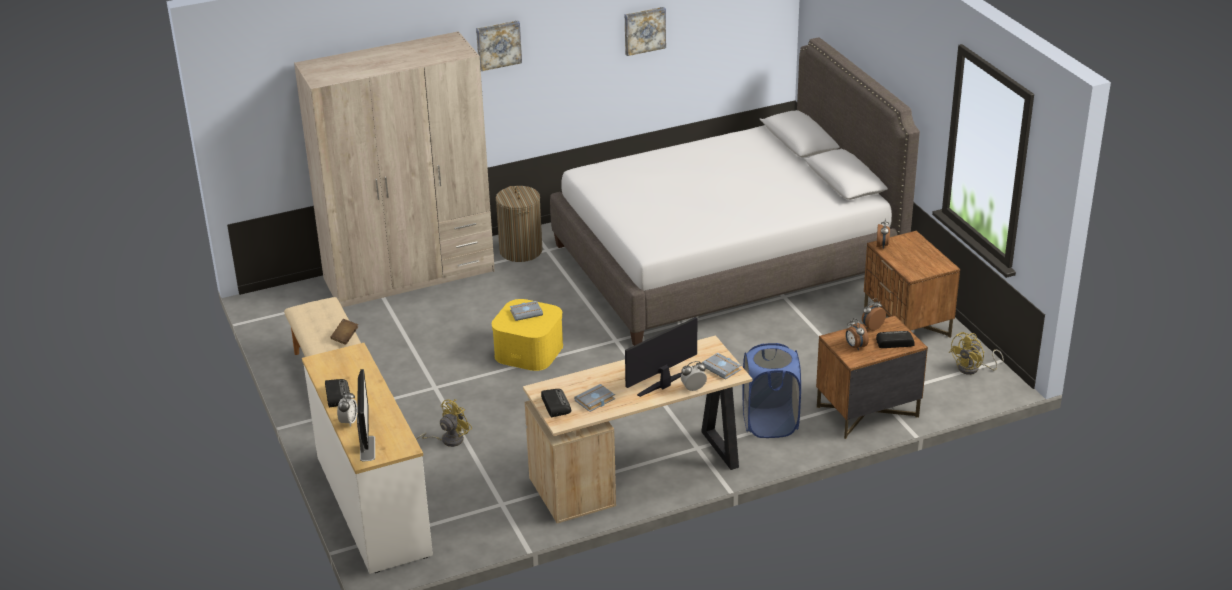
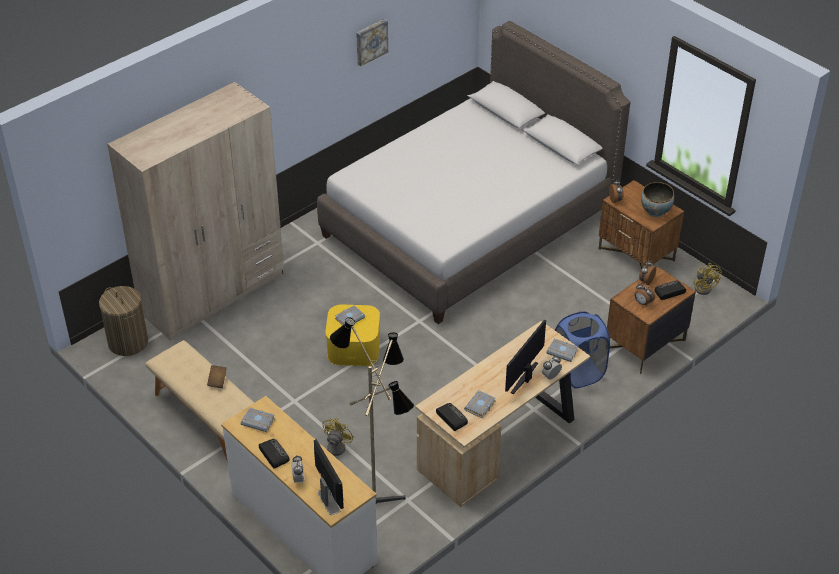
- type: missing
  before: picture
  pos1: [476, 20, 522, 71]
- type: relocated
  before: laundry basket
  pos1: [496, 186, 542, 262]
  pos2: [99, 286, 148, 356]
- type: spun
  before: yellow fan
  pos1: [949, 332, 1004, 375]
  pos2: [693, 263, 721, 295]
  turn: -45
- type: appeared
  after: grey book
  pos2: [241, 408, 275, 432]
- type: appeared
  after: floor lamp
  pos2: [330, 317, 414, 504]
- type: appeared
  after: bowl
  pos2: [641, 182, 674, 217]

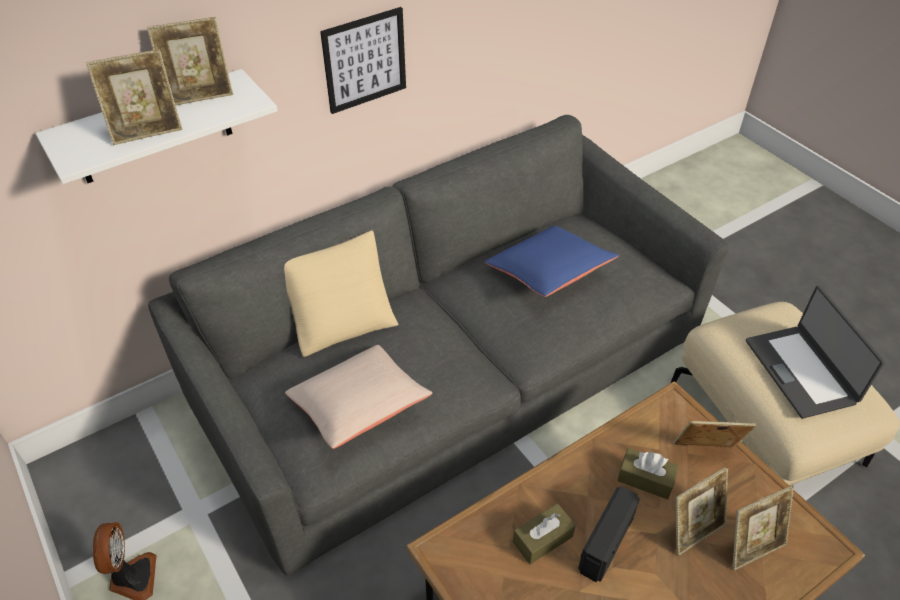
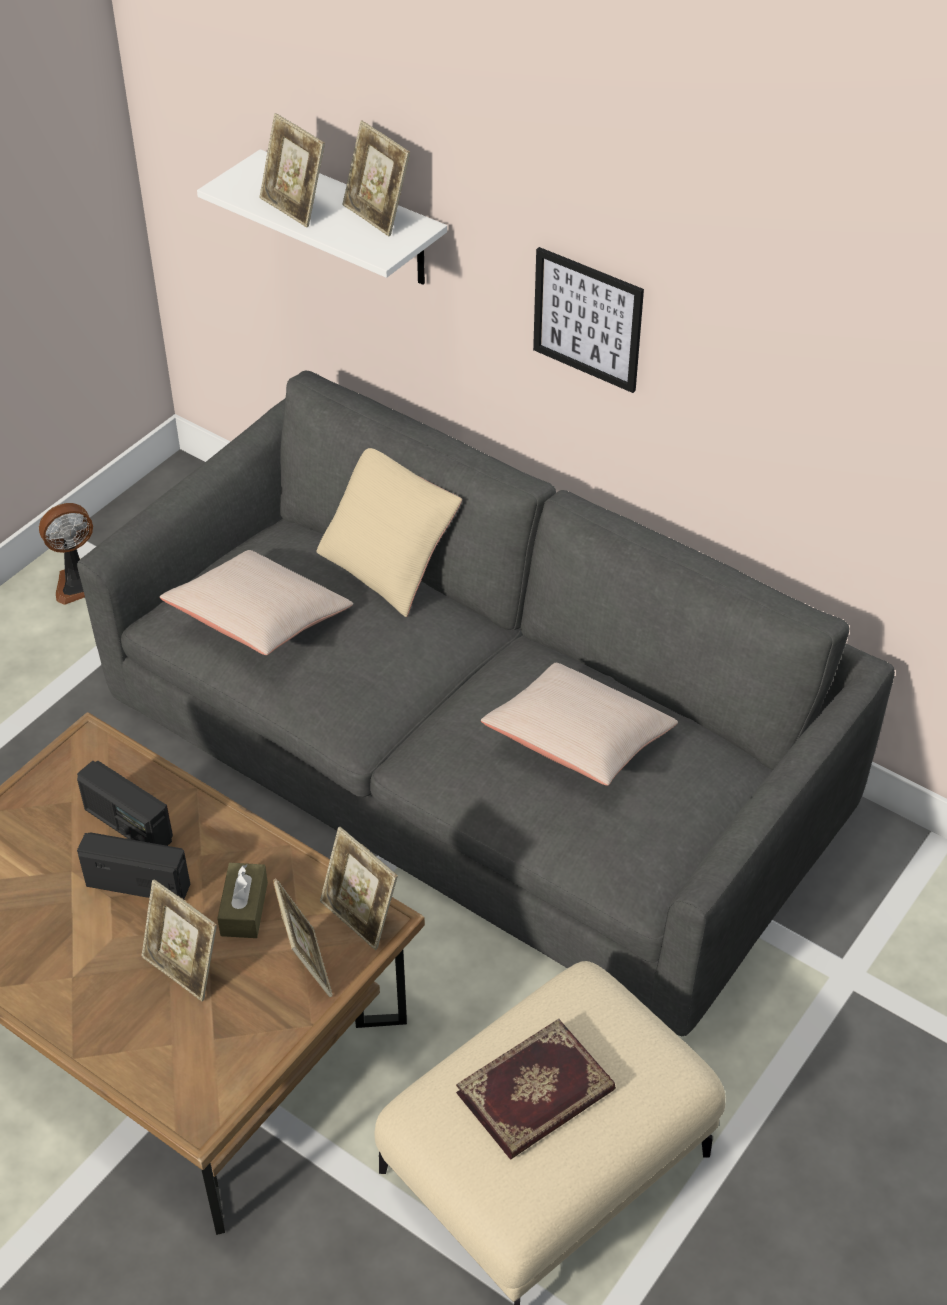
- type: colour
  before: blue pillow
  after: beige pillow
  pos1: [485, 226, 619, 297]
  pos2: [481, 663, 678, 786]
- type: exchanged
  before: brown tissue box
  after: radio
  pos1: [513, 503, 576, 564]
  pos2: [77, 761, 173, 846]
- type: relocated
  before: picture frame
  pos1: [732, 485, 794, 571]
  pos2: [320, 827, 398, 950]
- type: exchanged
  before: laptop
  after: book
  pos1: [746, 286, 885, 419]
  pos2: [456, 1019, 616, 1160]

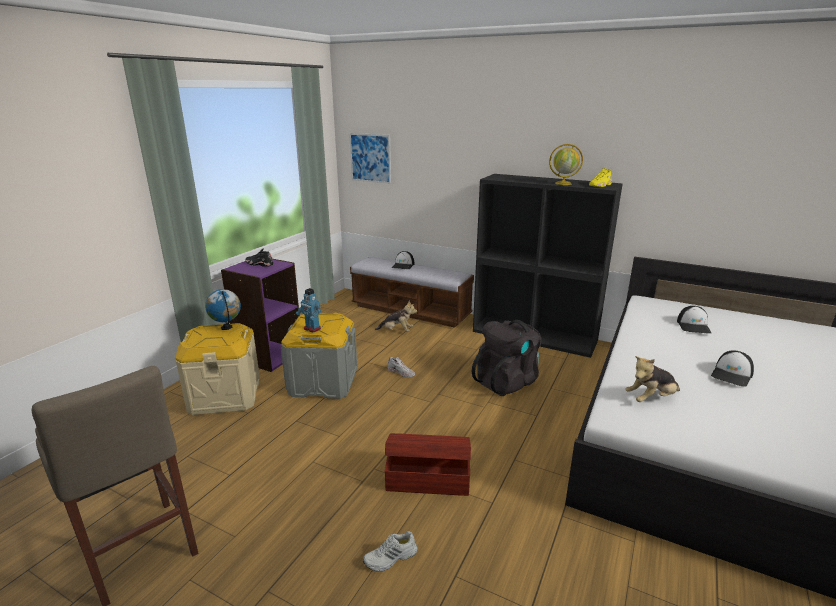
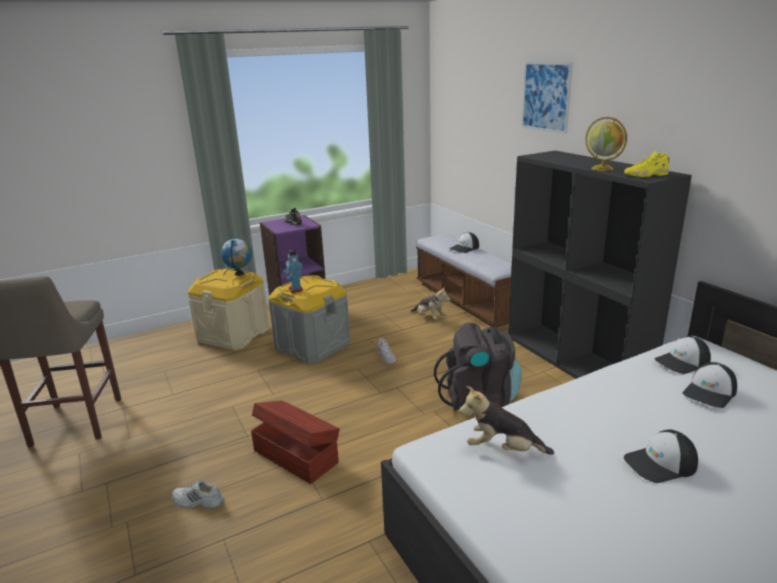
- type: relocated
  before: picture
  pos1: [349, 133, 391, 184]
  pos2: [521, 62, 573, 134]
- type: appeared
  after: cap
  pos2: [655, 336, 711, 374]

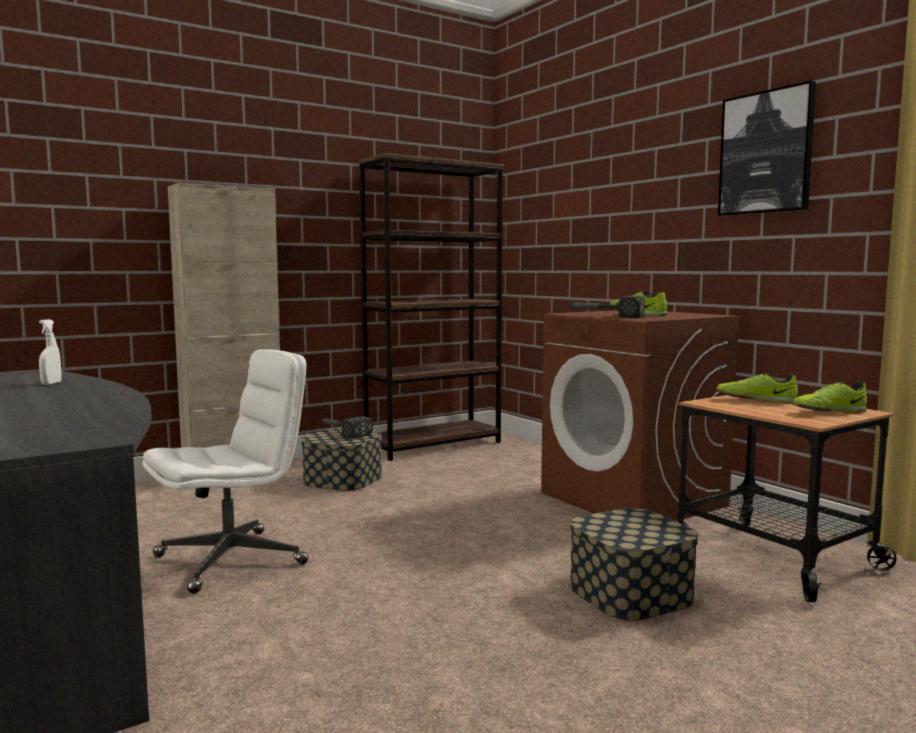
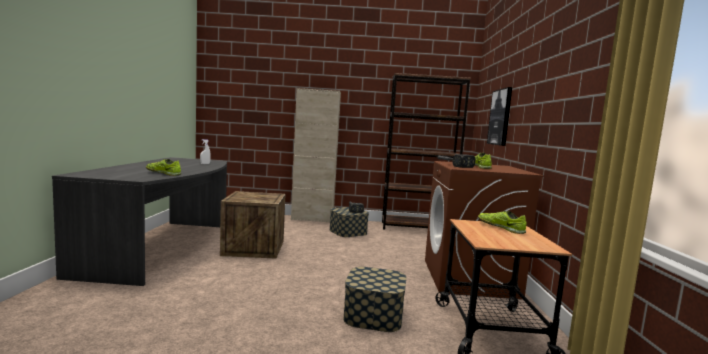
- type: exchanged
  before: white office chair
  after: crate
  pos1: [142, 349, 309, 594]
  pos2: [220, 191, 286, 259]
- type: relocated
  before: picture
  pos1: [718, 81, 816, 216]
  pos2: [487, 87, 512, 146]
- type: relocated
  before: shoe
  pos1: [792, 381, 867, 413]
  pos2: [146, 159, 181, 176]

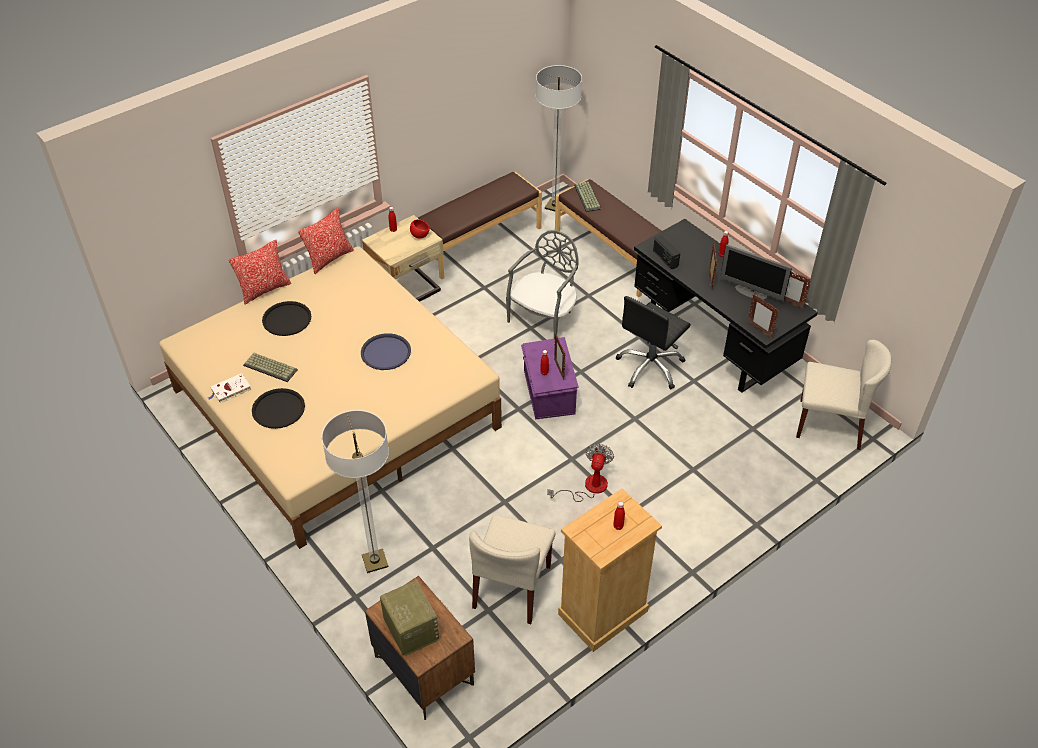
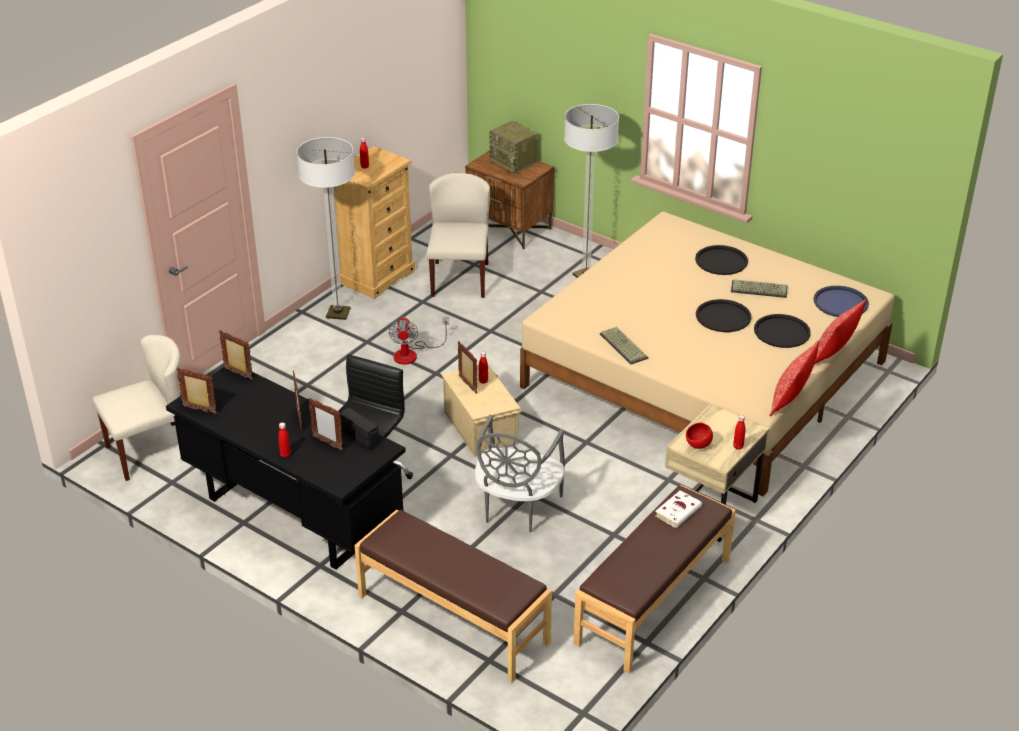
- type: relocated
  before: white book
  pos1: [208, 373, 251, 403]
  pos2: [655, 490, 702, 528]
- type: relocated
  before: blue tray
  pos1: [361, 333, 411, 370]
  pos2: [813, 286, 869, 317]
- type: colour
  before: purple storage box
  after: beige storage box
  pos1: [521, 337, 579, 420]
  pos2: [441, 365, 523, 457]
- type: relocated
  before: floor lamp
  pos1: [536, 65, 582, 211]
  pos2: [297, 137, 355, 320]
- type: relocated
  before: keyboard
  pos1: [574, 182, 601, 212]
  pos2: [600, 327, 648, 365]
- type: missing
  before: monitor
  pos1: [720, 244, 792, 301]
- type: spun
  before: beige chair
  pos1: [796, 340, 892, 450]
  pos2: [92, 335, 180, 481]
  turn: 150
- type: appeared
  after: picture frame
  pos2: [308, 398, 343, 451]
- type: appeared
  after: black tray
  pos2: [696, 299, 751, 332]

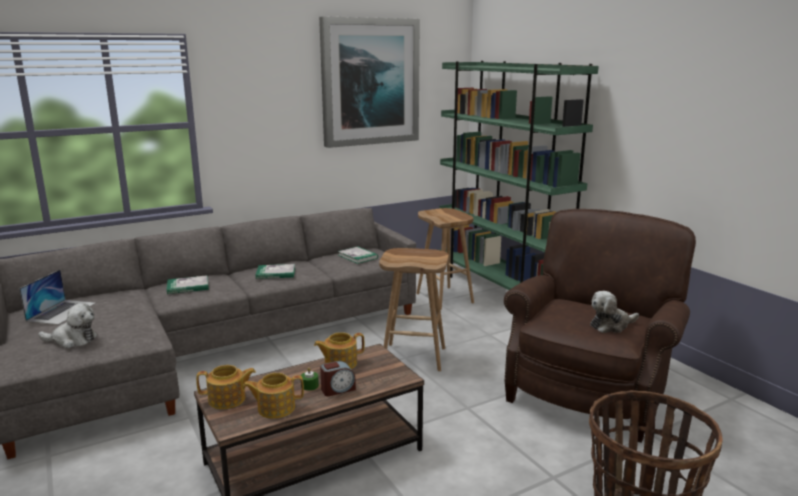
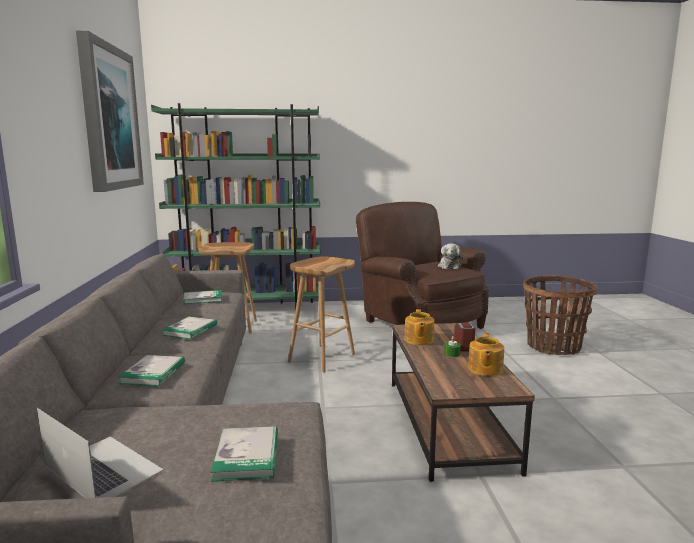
- type: exchanged
  before: plush toy
  after: book
  pos1: [38, 303, 97, 348]
  pos2: [211, 426, 278, 482]
- type: missing
  before: teapot
  pos1: [196, 365, 256, 409]

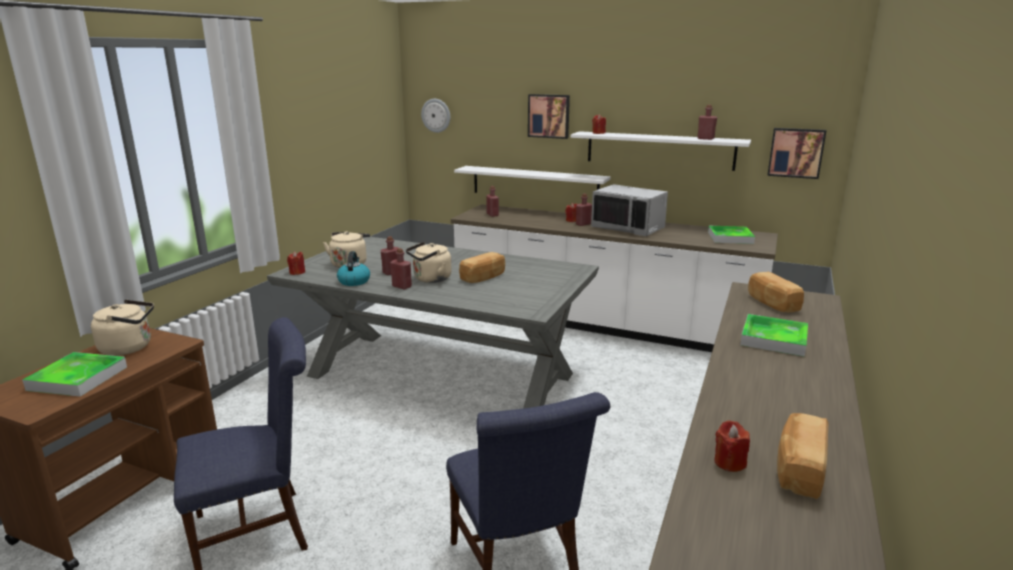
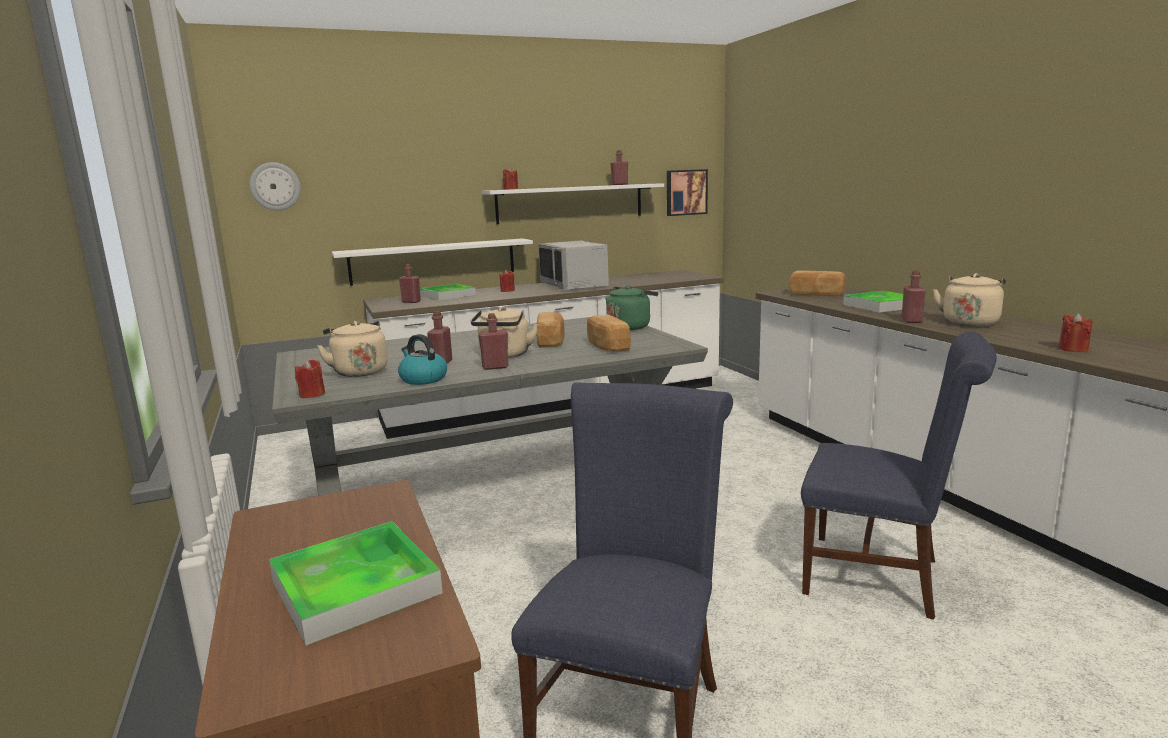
- type: relocated
  before: beige kettle
  pos1: [91, 299, 154, 356]
  pos2: [933, 273, 1006, 326]
- type: missing
  before: picture
  pos1: [528, 94, 570, 139]
- type: relocated
  before: red bottle
  pos1: [576, 194, 592, 226]
  pos2: [902, 270, 926, 323]
- type: spun
  before: grey microwave
  pos1: [591, 184, 668, 236]
  pos2: [538, 240, 609, 290]
  turn: 75
- type: relocated
  before: tray
  pos1: [708, 226, 755, 244]
  pos2: [420, 284, 476, 301]
- type: relocated
  before: bread
  pos1: [777, 413, 828, 499]
  pos2: [587, 314, 631, 352]
- type: appeared
  after: green kettle
  pos2: [605, 285, 658, 330]

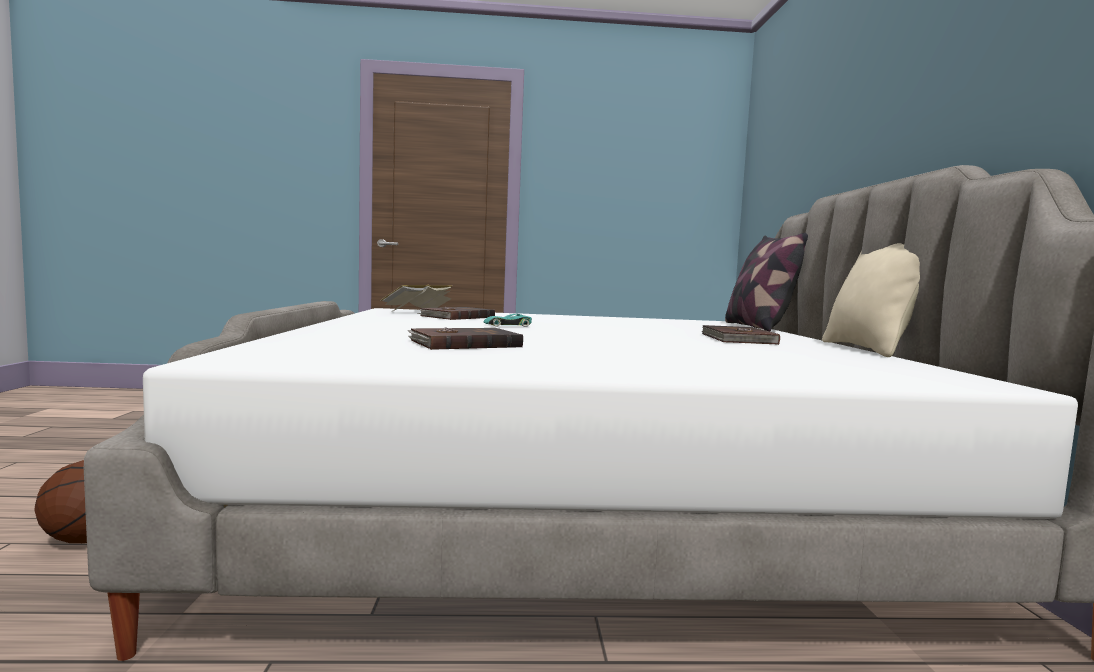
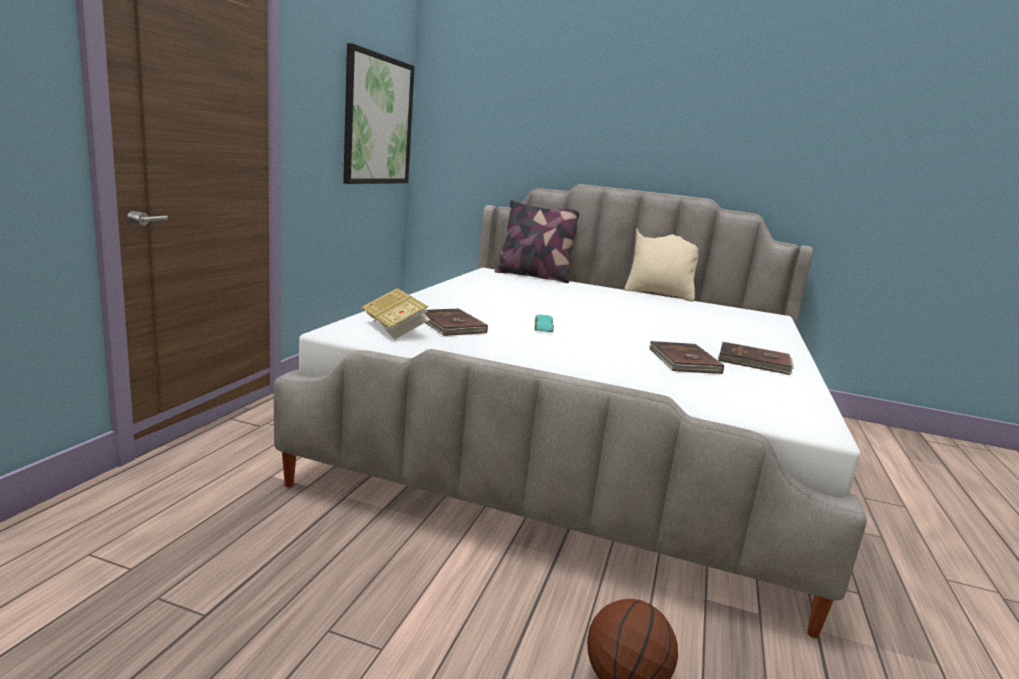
- type: relocated
  before: brown book
  pos1: [702, 325, 780, 345]
  pos2: [717, 342, 794, 375]
- type: appeared
  after: picture
  pos2: [343, 43, 415, 184]

